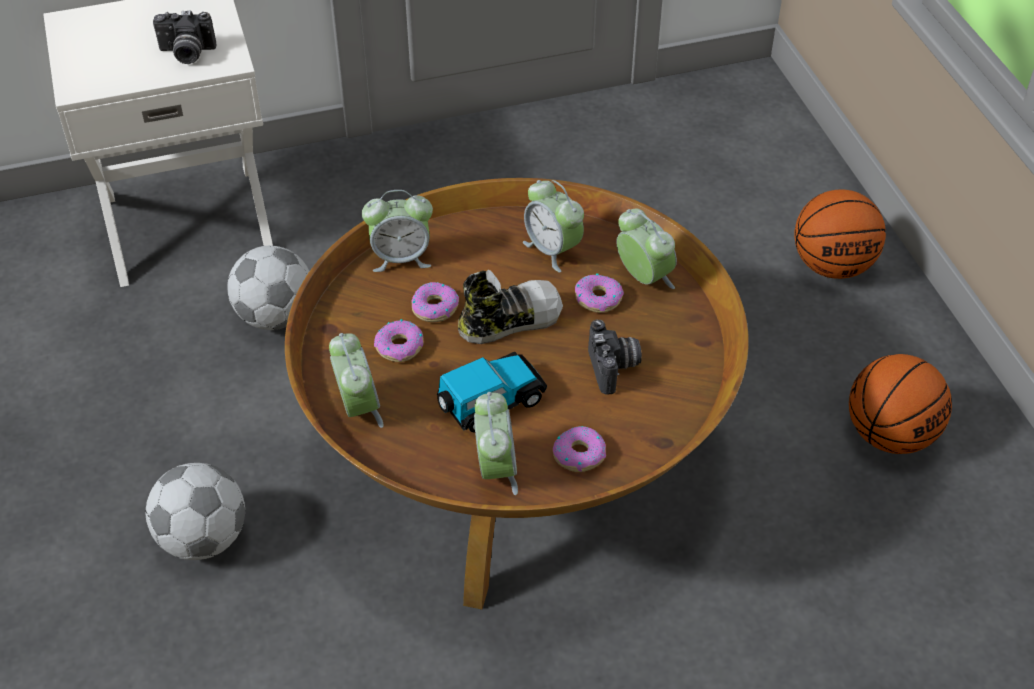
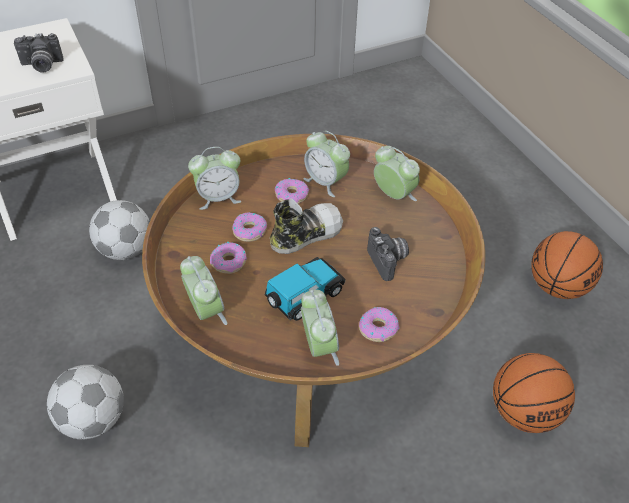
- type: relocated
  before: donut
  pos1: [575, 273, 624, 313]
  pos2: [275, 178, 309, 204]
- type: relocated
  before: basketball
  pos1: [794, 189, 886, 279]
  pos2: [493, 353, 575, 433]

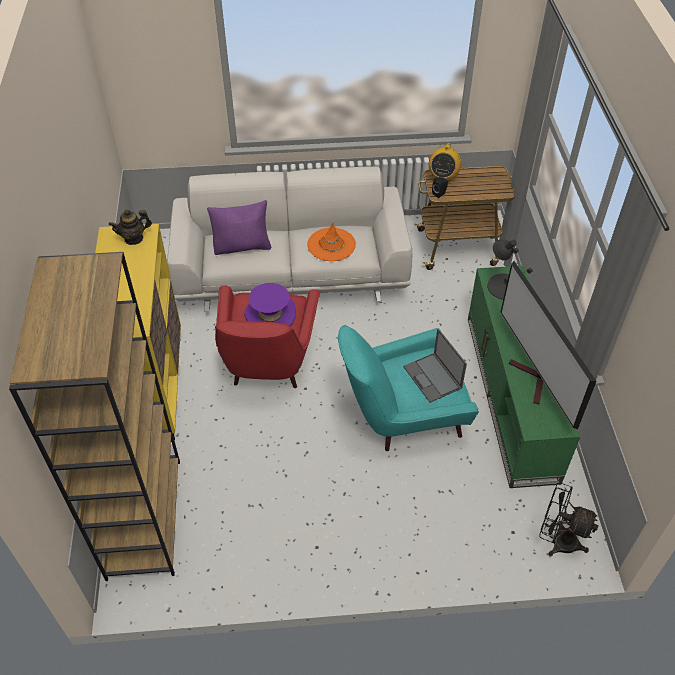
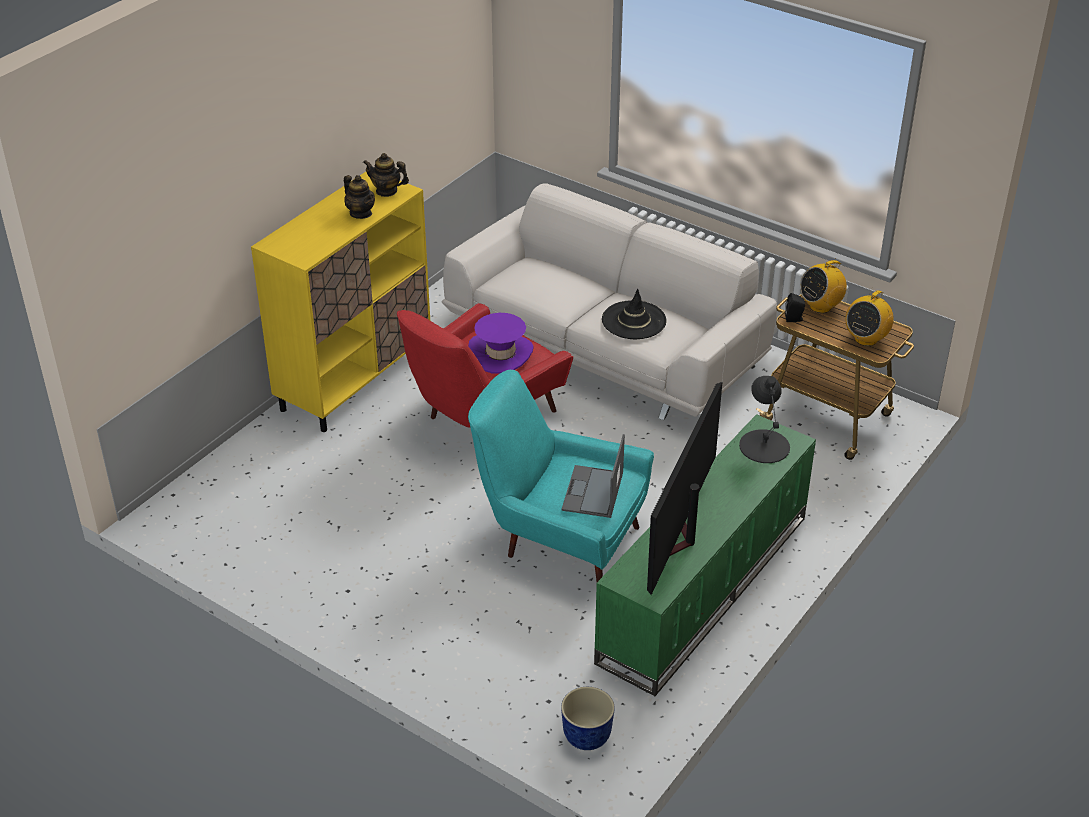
- type: missing
  before: brown bookcase
  pos1: [9, 252, 180, 581]
- type: missing
  before: purple pillow
  pos1: [207, 200, 271, 255]
- type: colour
  before: orange hat
  after: black hat
  pos1: [307, 222, 356, 261]
  pos2: [602, 288, 667, 339]
- type: exchanged
  before: black fan
  after: planter
  pos1: [539, 482, 599, 556]
  pos2: [561, 687, 615, 750]
- type: appeared
  after: teapot
  pos2: [344, 175, 375, 219]
- type: appeared
  after: radio
  pos2: [845, 287, 894, 346]

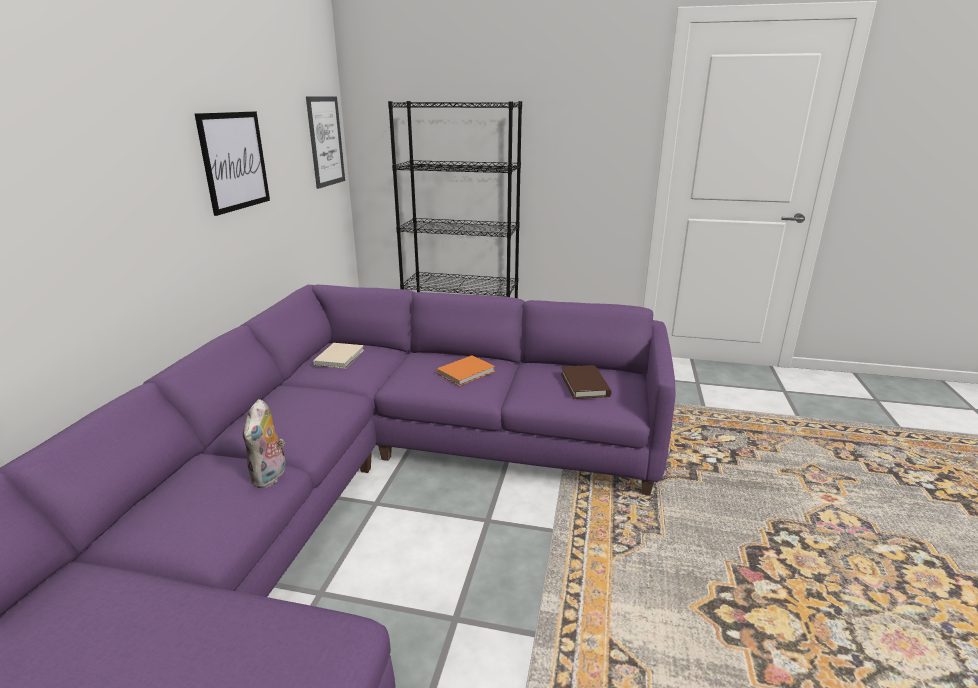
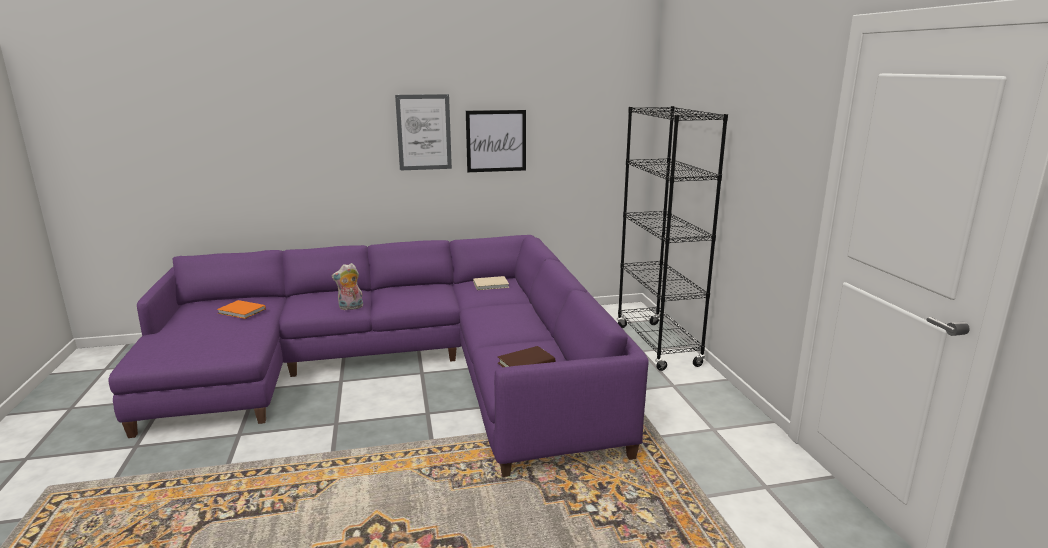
- type: relocated
  before: picture
  pos1: [306, 96, 345, 189]
  pos2: [395, 94, 452, 170]
- type: relocated
  before: orange book
  pos1: [437, 355, 495, 386]
  pos2: [217, 300, 266, 319]

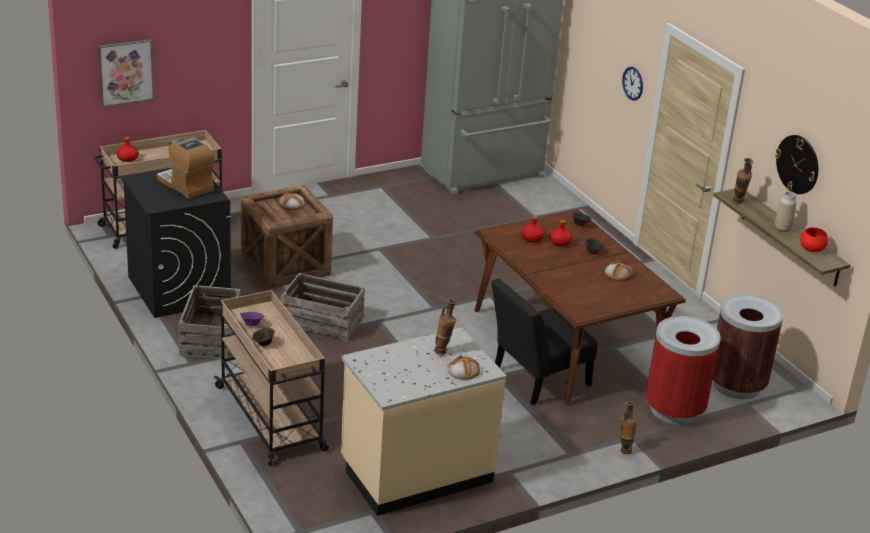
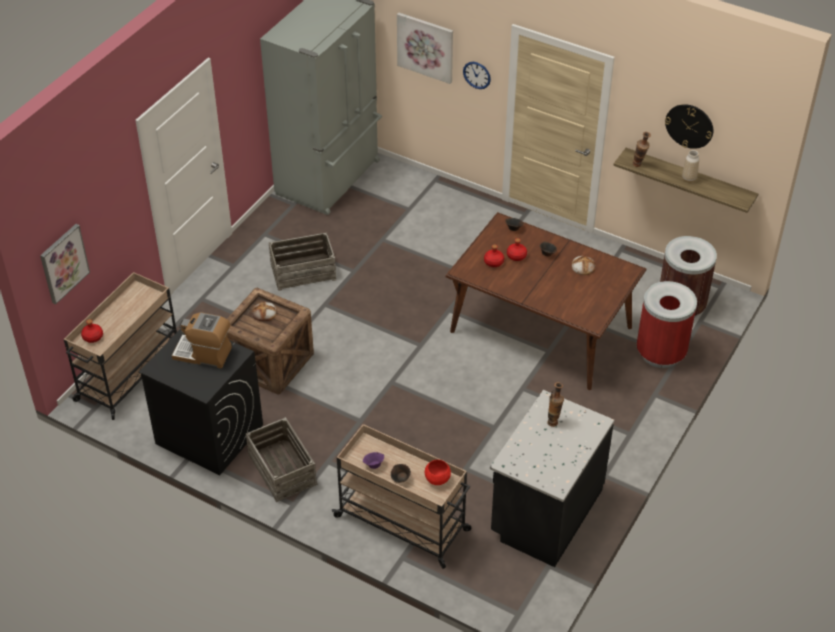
- type: relocated
  before: crate
  pos1: [281, 273, 365, 342]
  pos2: [269, 232, 337, 291]
- type: colour
  before: beige counter
  after: black counter
  pos1: [341, 327, 507, 516]
  pos2: [490, 390, 614, 567]
- type: missing
  before: bread
  pos1: [448, 355, 480, 380]
- type: missing
  before: black chair
  pos1: [491, 278, 598, 405]
- type: missing
  before: vase
  pos1: [621, 401, 637, 454]
- type: relocated
  before: red bowl
  pos1: [800, 227, 828, 252]
  pos2: [425, 460, 451, 485]
- type: appeared
  after: picture
  pos2: [397, 12, 453, 84]

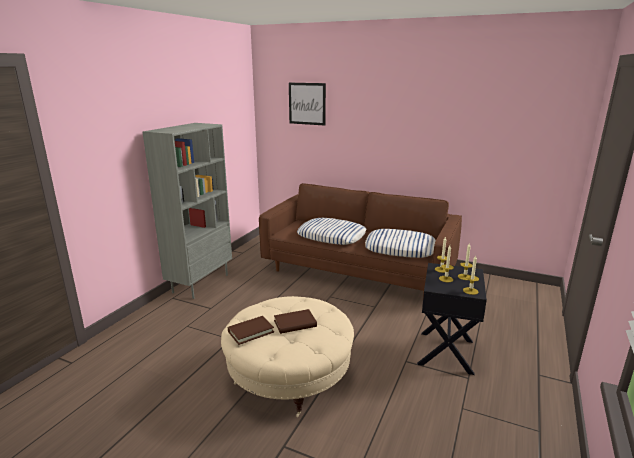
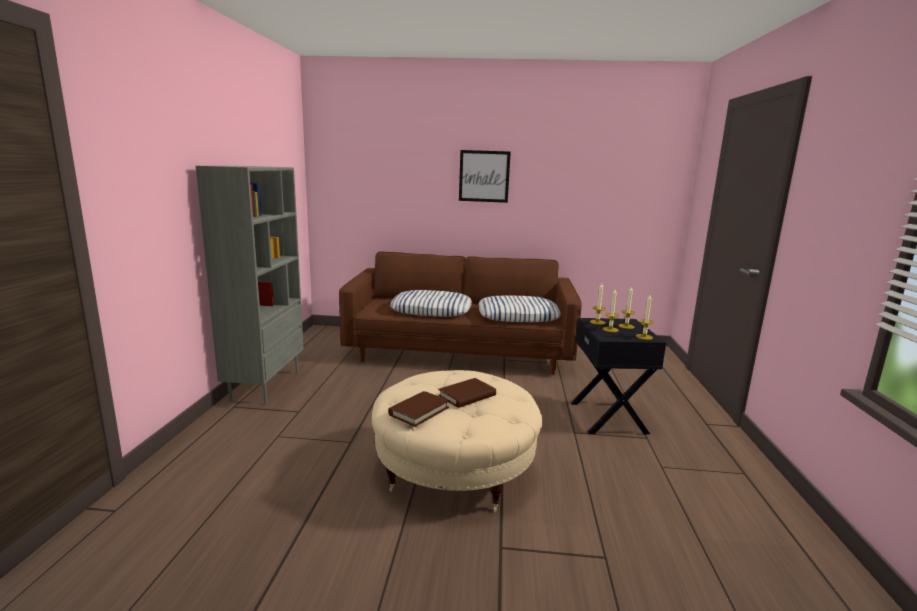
- type: relocated
  before: picture
  pos1: [289, 83, 326, 125]
  pos2: [459, 150, 511, 203]

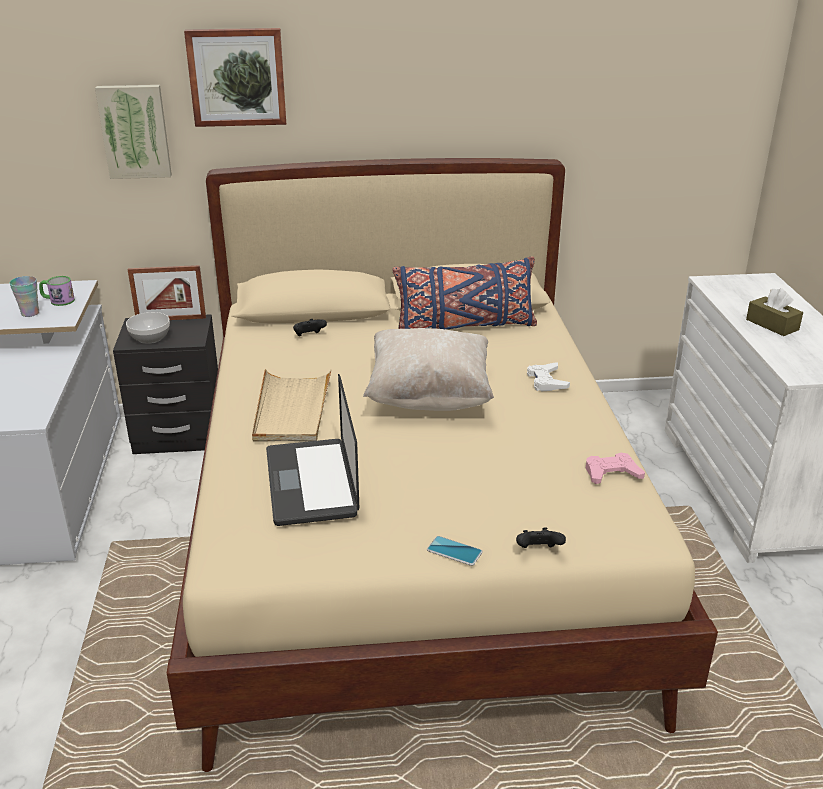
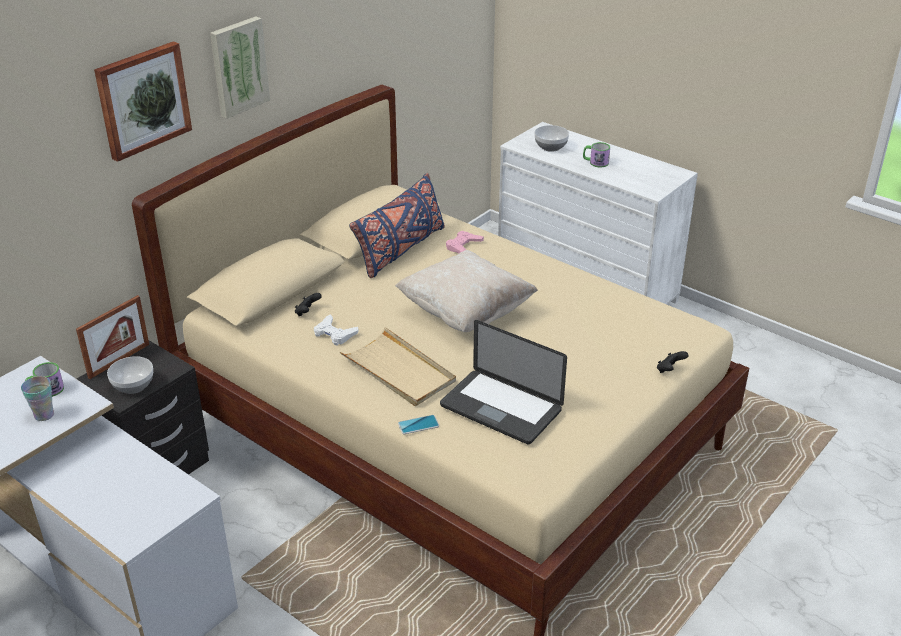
- type: relocated
  before: picture
  pos1: [95, 85, 172, 179]
  pos2: [210, 16, 270, 119]
- type: relocated
  before: phone
  pos1: [427, 536, 483, 566]
  pos2: [398, 415, 439, 434]
- type: relocated
  before: white game controller
  pos1: [527, 362, 570, 391]
  pos2: [314, 314, 359, 346]
- type: relocated
  before: pink game controller
  pos1: [586, 453, 645, 484]
  pos2: [446, 231, 484, 253]
- type: exchanged
  before: brown tissue box
  after: mug
  pos1: [746, 288, 803, 336]
  pos2: [583, 142, 610, 167]
- type: appeared
  after: bowl
  pos2: [534, 125, 569, 152]

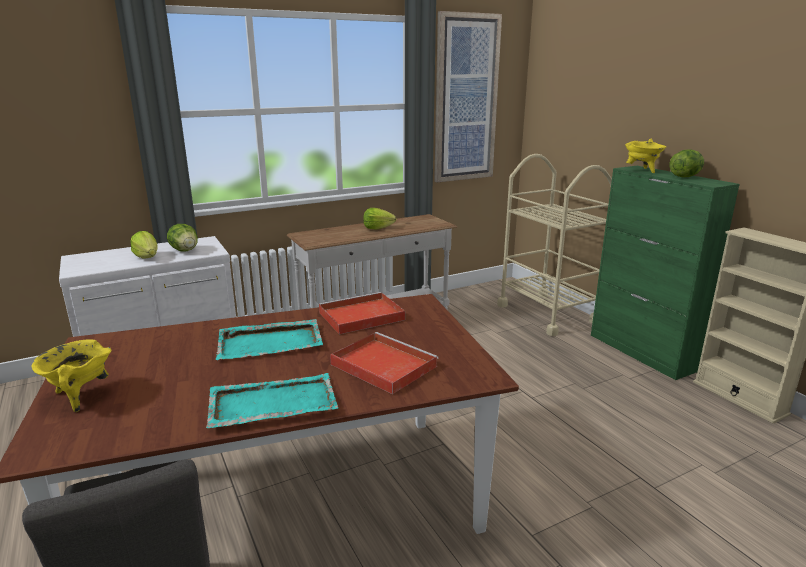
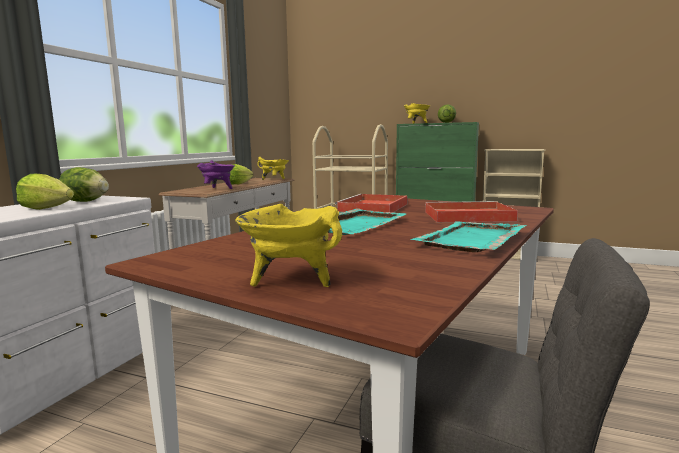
- type: missing
  before: picture
  pos1: [434, 11, 502, 182]
- type: appeared
  after: purple cooking pot
  pos2: [197, 160, 235, 189]
- type: appeared
  after: yellow cooking pot
  pos2: [258, 157, 289, 180]

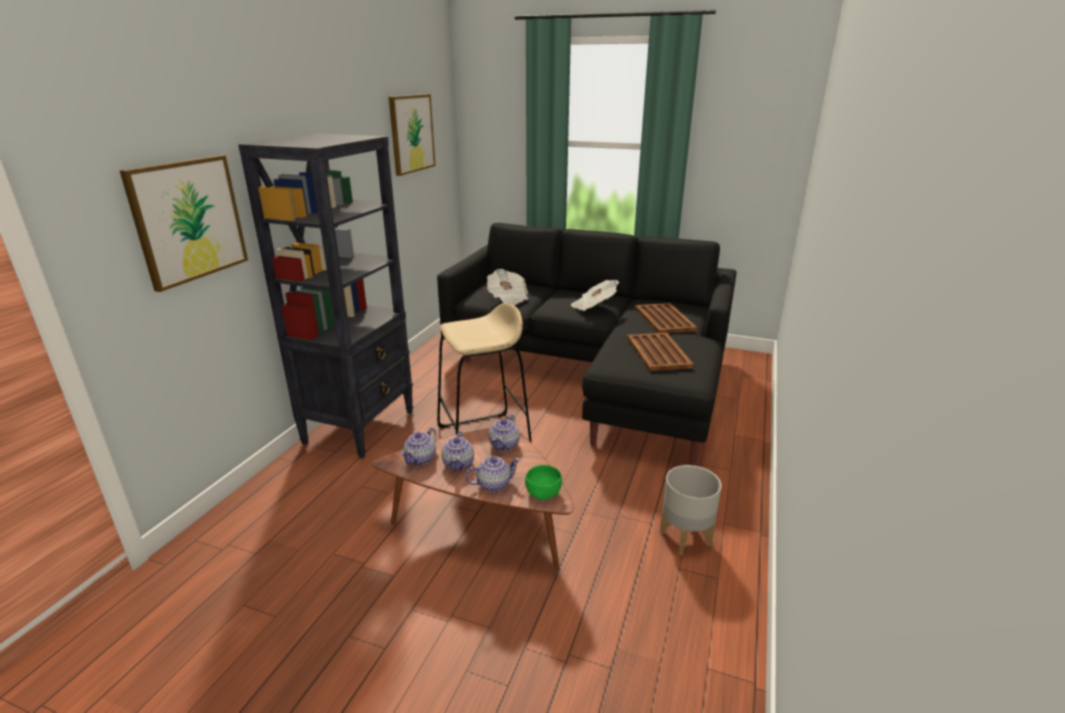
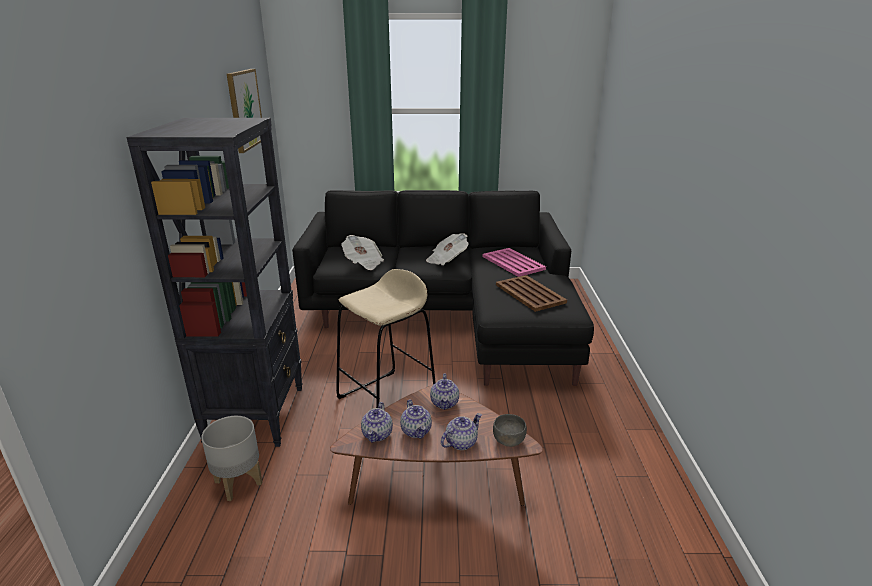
- type: missing
  before: picture
  pos1: [119, 155, 248, 292]
- type: colour
  before: green bowl
  after: grey bowl
  pos1: [525, 465, 562, 500]
  pos2: [493, 414, 527, 447]
- type: colour
  before: brown tray
  after: pink tray
  pos1: [635, 303, 697, 333]
  pos2: [483, 248, 546, 277]
- type: relocated
  before: grey planter
  pos1: [660, 465, 722, 556]
  pos2: [201, 416, 263, 501]

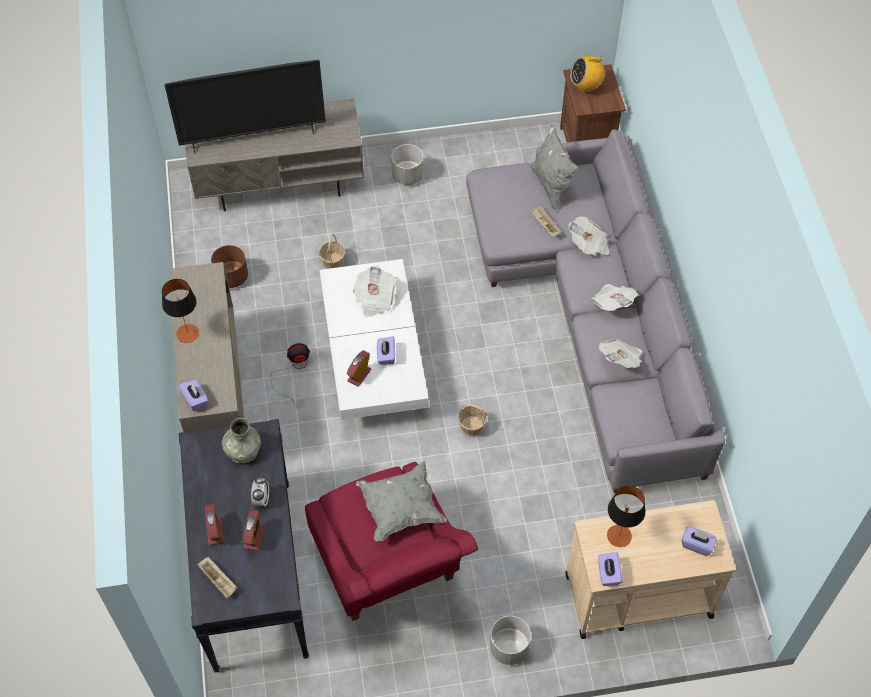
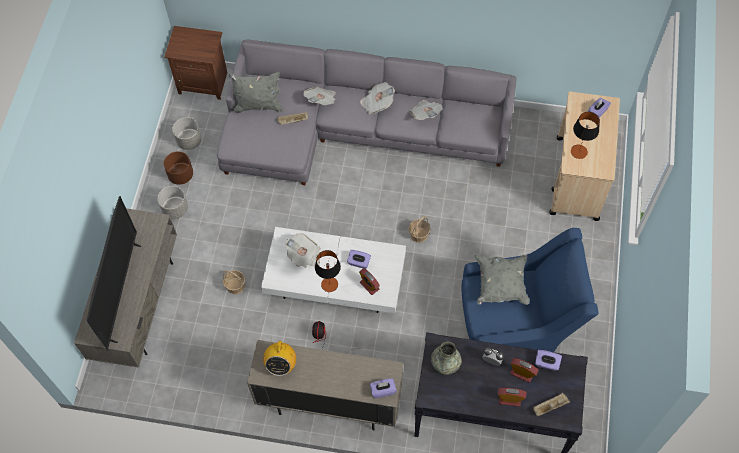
- type: relocated
  before: table lamp
  pos1: [162, 279, 199, 343]
  pos2: [315, 250, 341, 292]
- type: relocated
  before: brown planter
  pos1: [211, 245, 248, 288]
  pos2: [164, 151, 193, 185]
- type: colour
  before: red armchair
  after: blue armchair
  pos1: [305, 462, 478, 621]
  pos2: [462, 228, 598, 352]
- type: relocated
  before: grey planter
  pos1: [490, 616, 531, 665]
  pos2: [172, 117, 202, 150]
- type: relocated
  before: radio
  pos1: [570, 56, 605, 93]
  pos2: [263, 341, 296, 376]
- type: relocated
  before: purple tissue box
  pos1: [598, 552, 622, 586]
  pos2: [535, 350, 562, 371]

